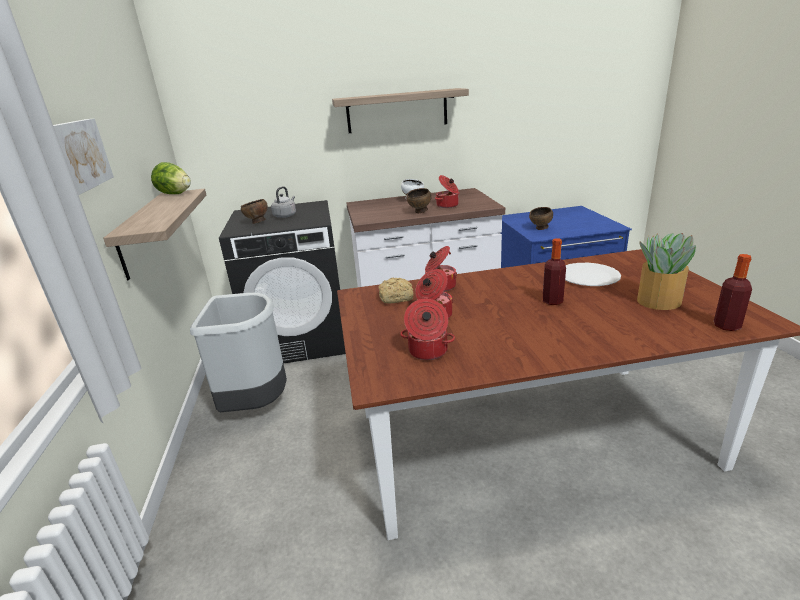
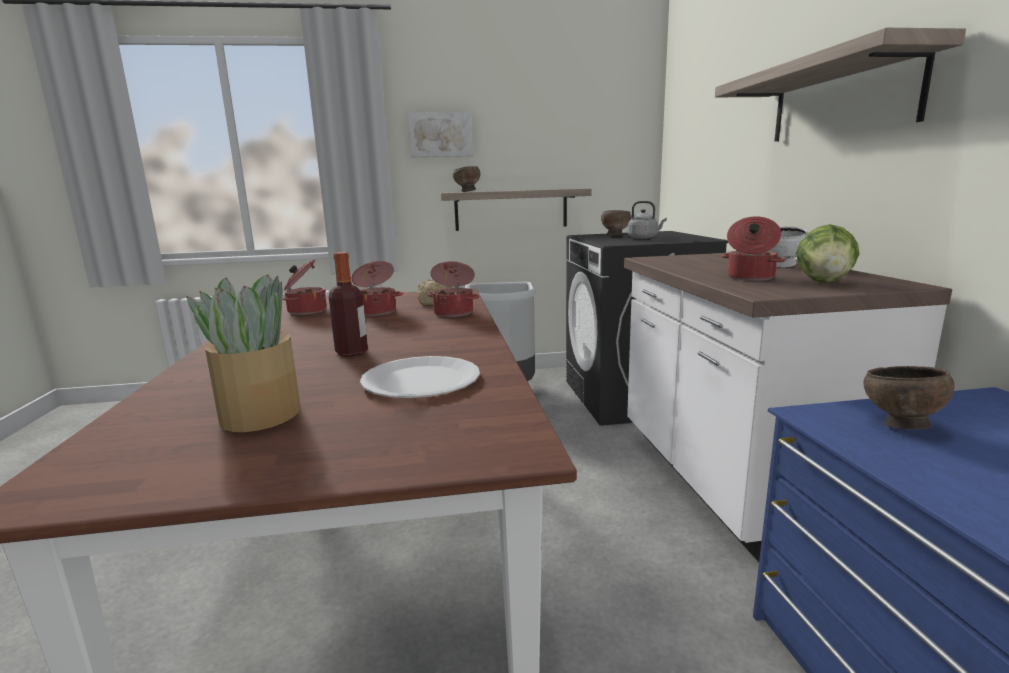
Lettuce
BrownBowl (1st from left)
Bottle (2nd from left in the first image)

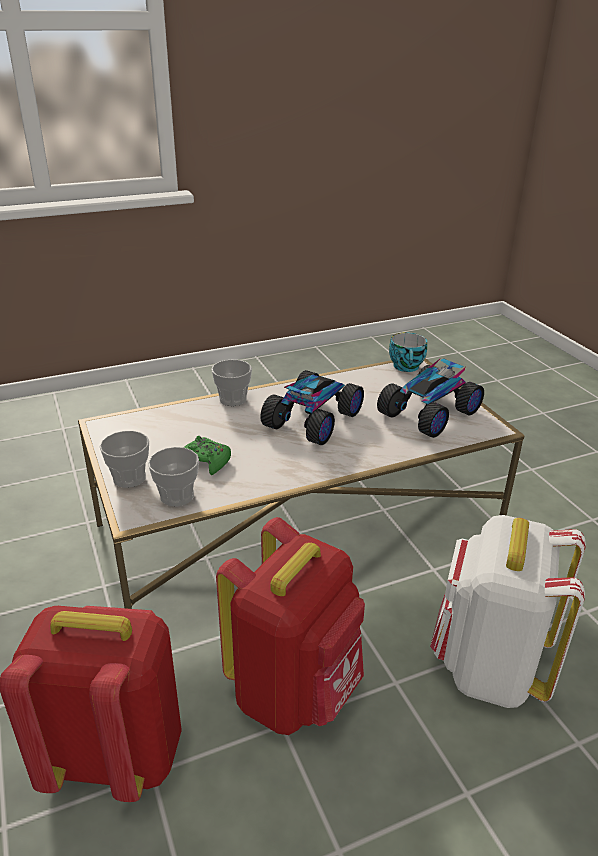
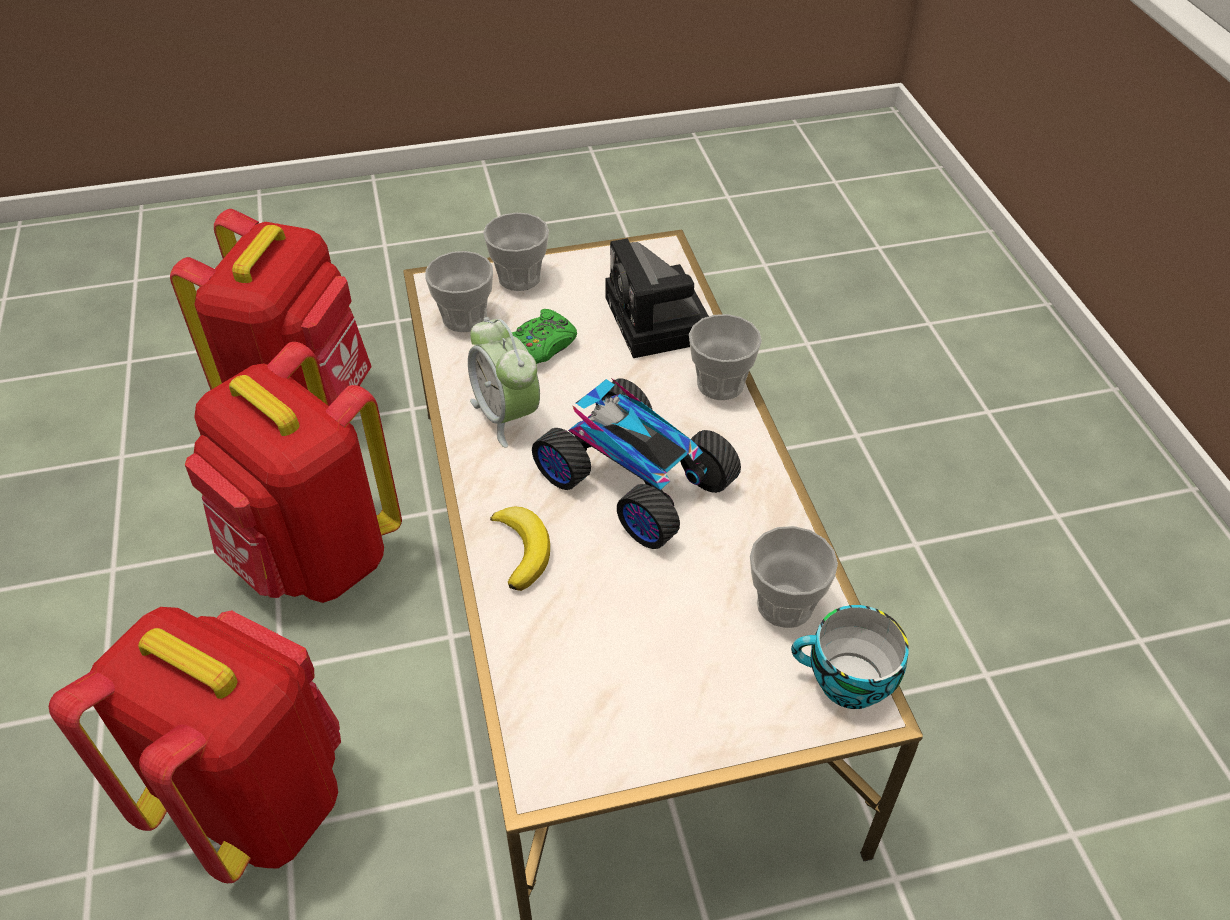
ToyCar (2nd from left in the first image)
RedBackpack (1st from left)
PhotoCamera
AlarmClock
Banana
Cup (4th from left)

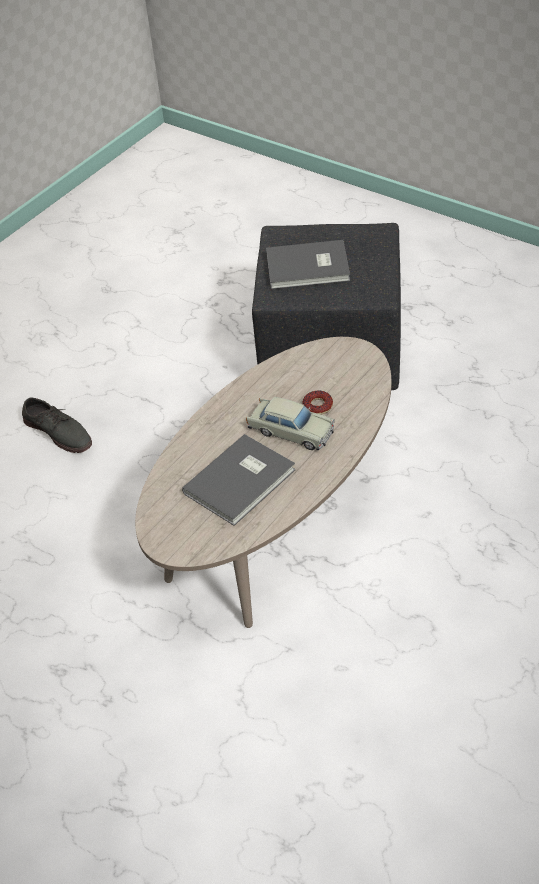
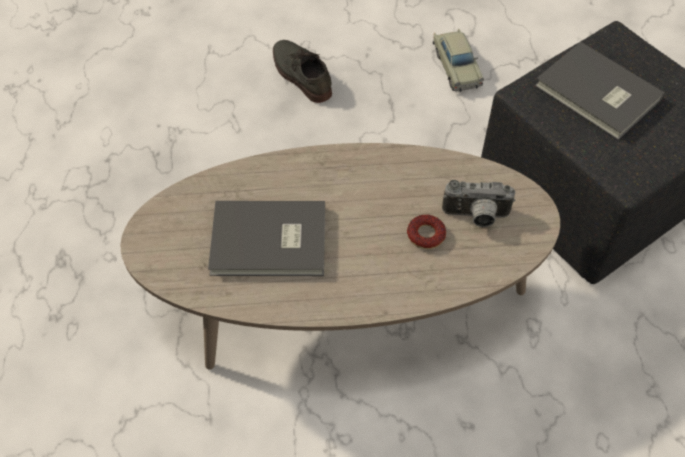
GreyShoe
BeigeToyCar
PhotoCamera

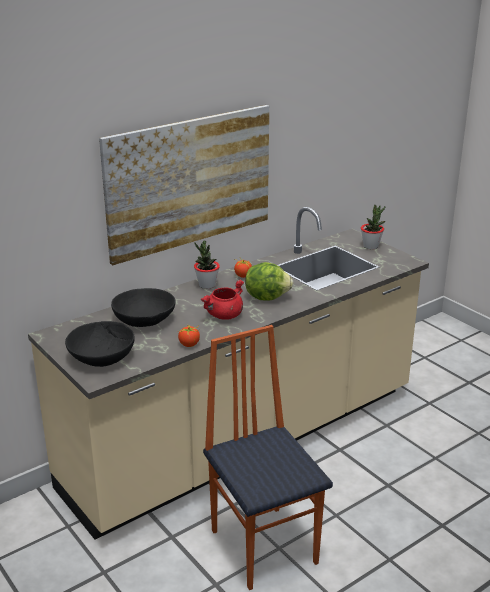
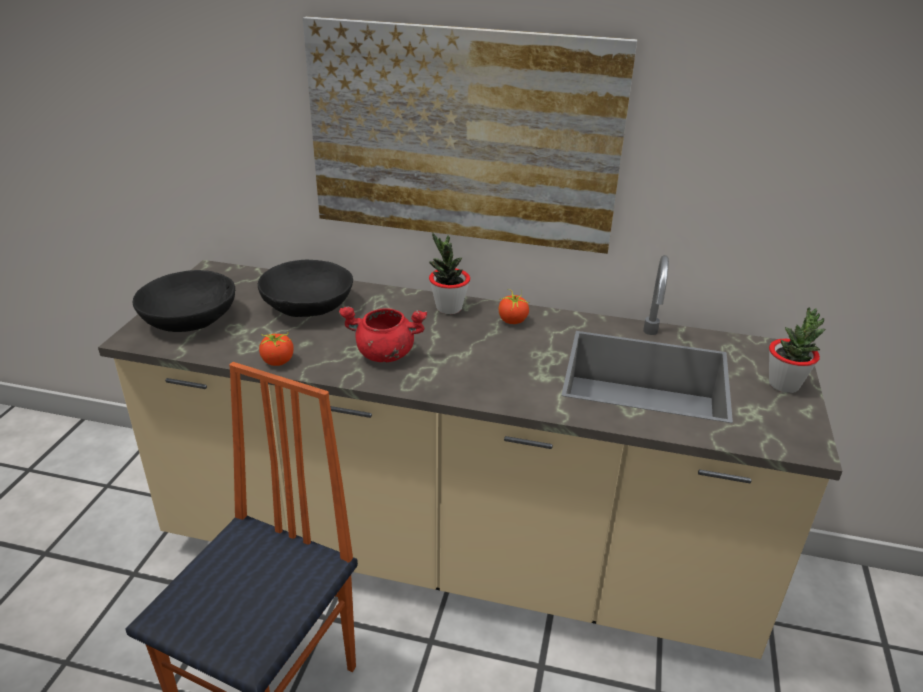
Lettuce

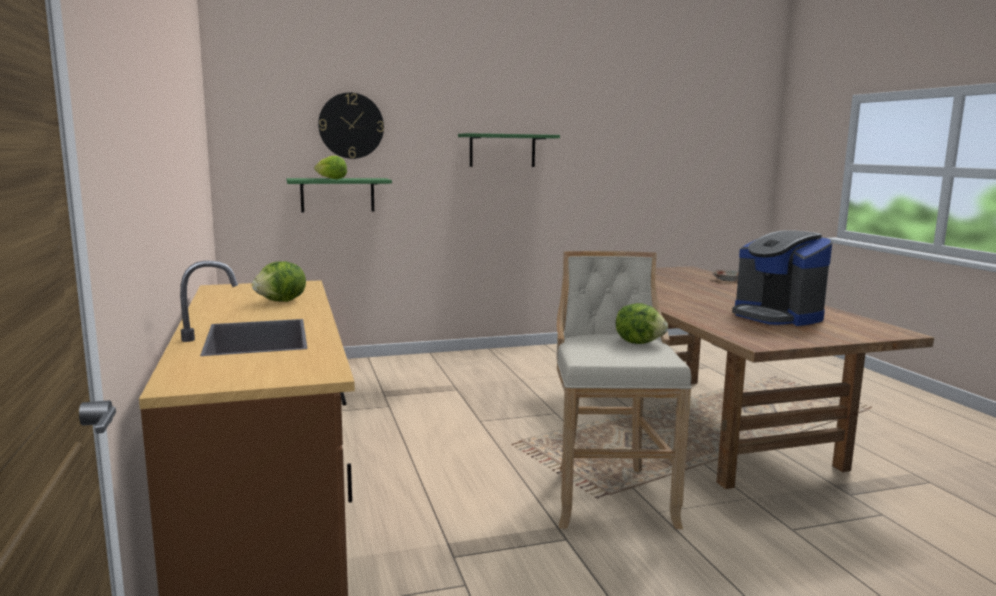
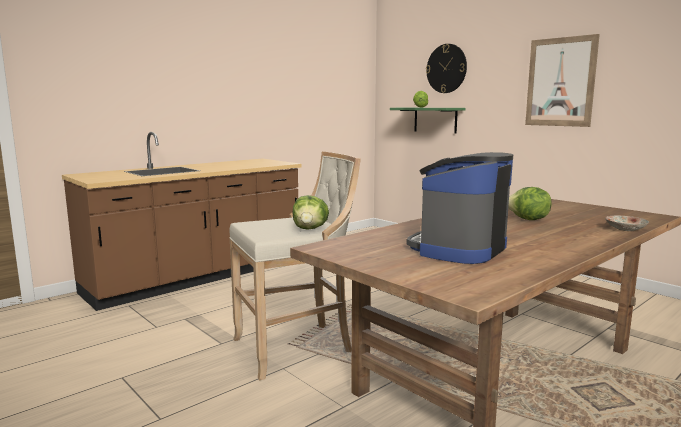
Picture
Lettuce (3rd from left)

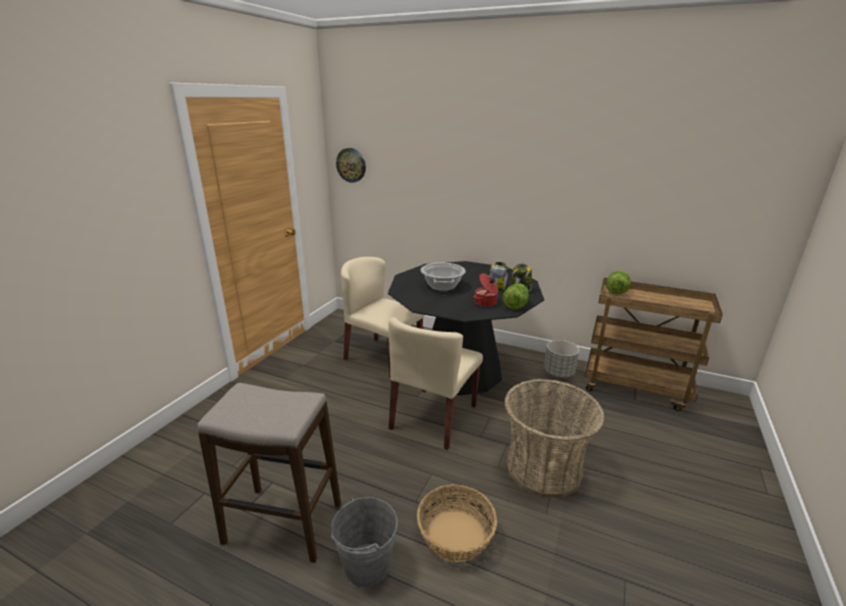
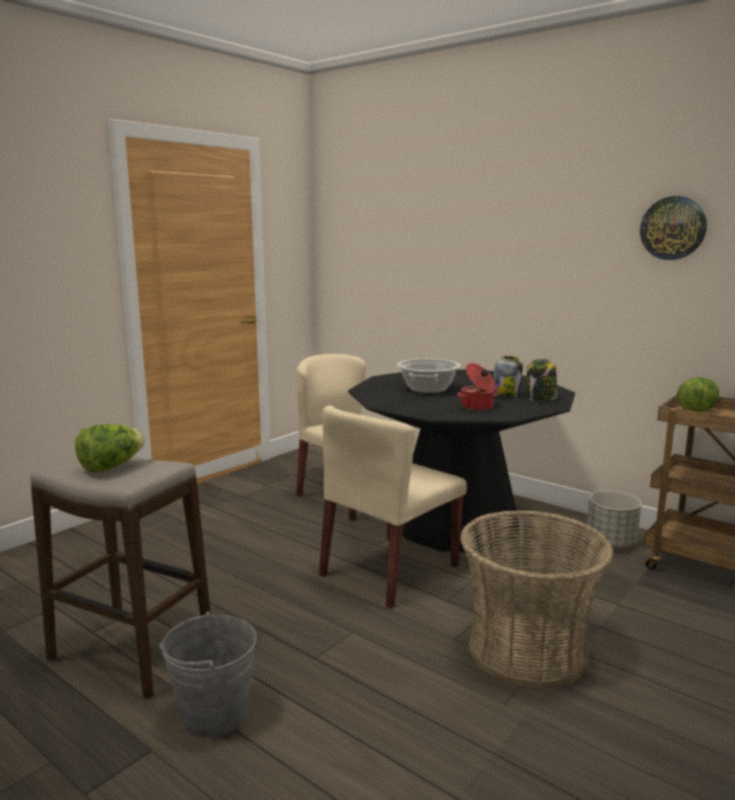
WallClock
Lettuce (1st from left)
Basket (1st from left in the first image)

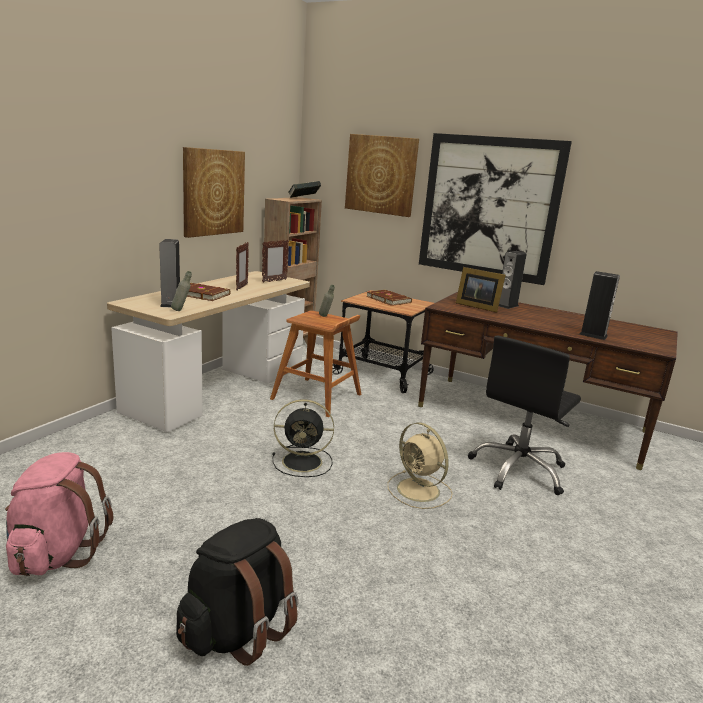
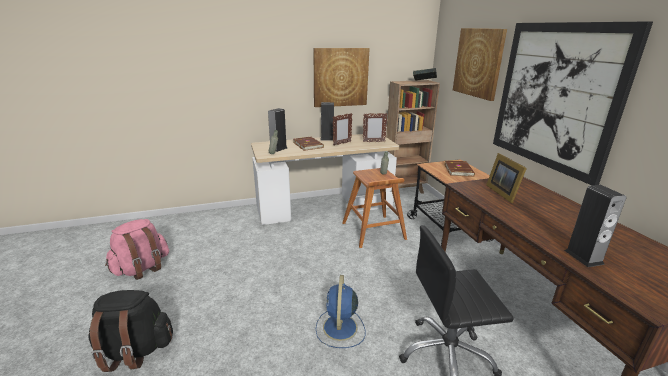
Speaker (2nd from left)
BlackFan
BlueFan

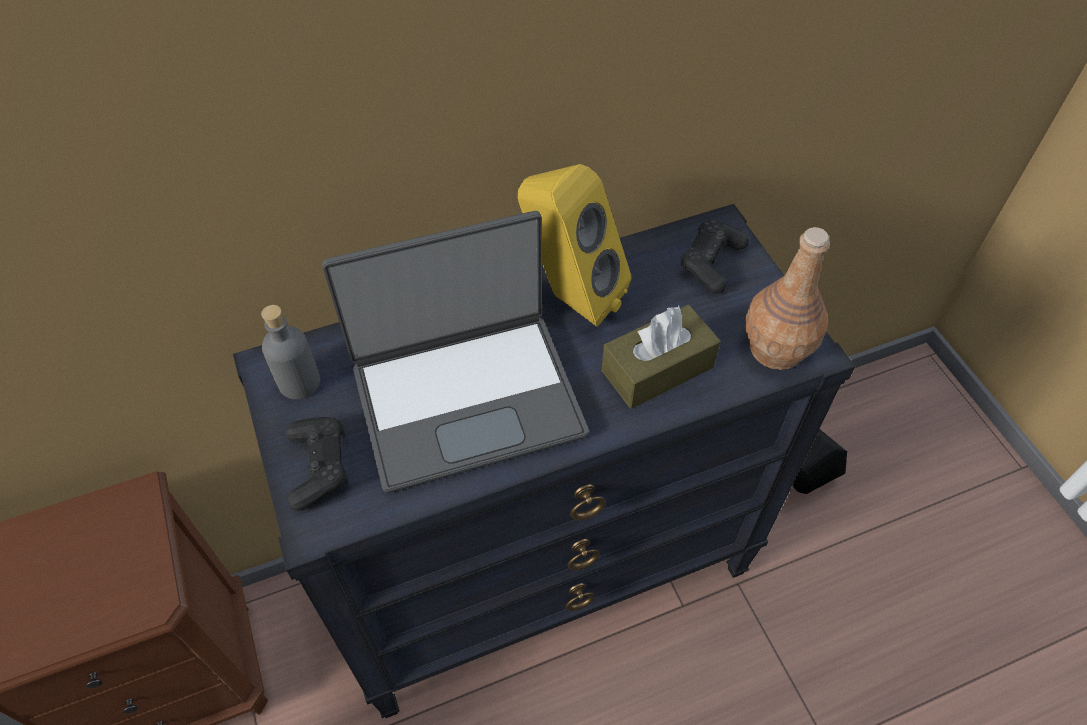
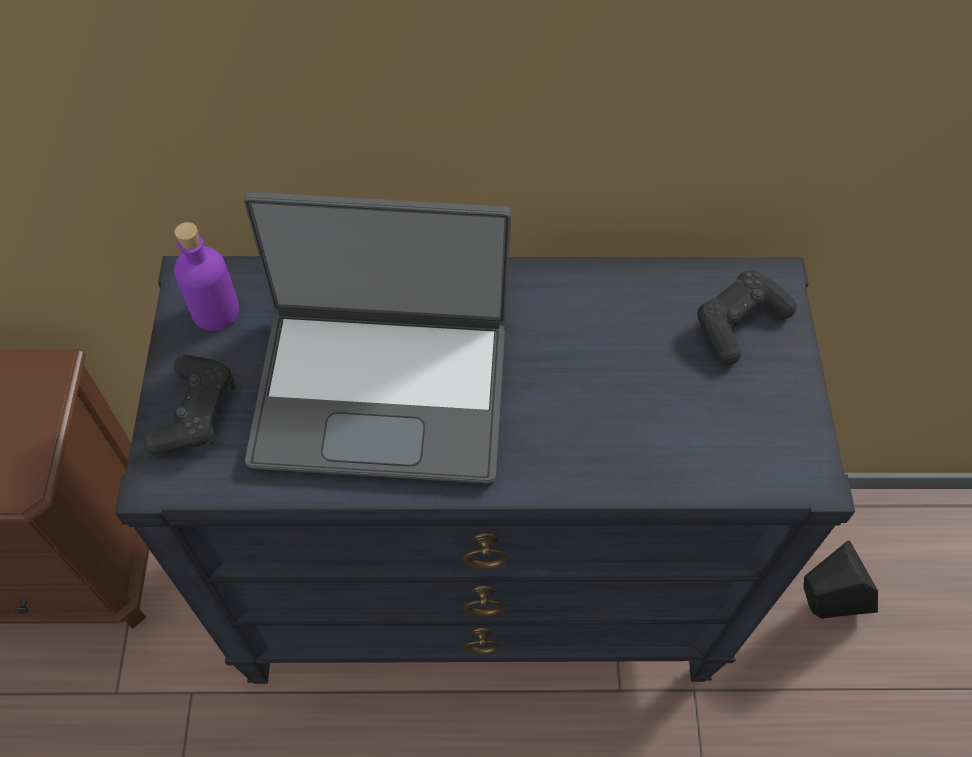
YellowSpeaker
BrownBottle
PurpleBottle
BrownTissueBox

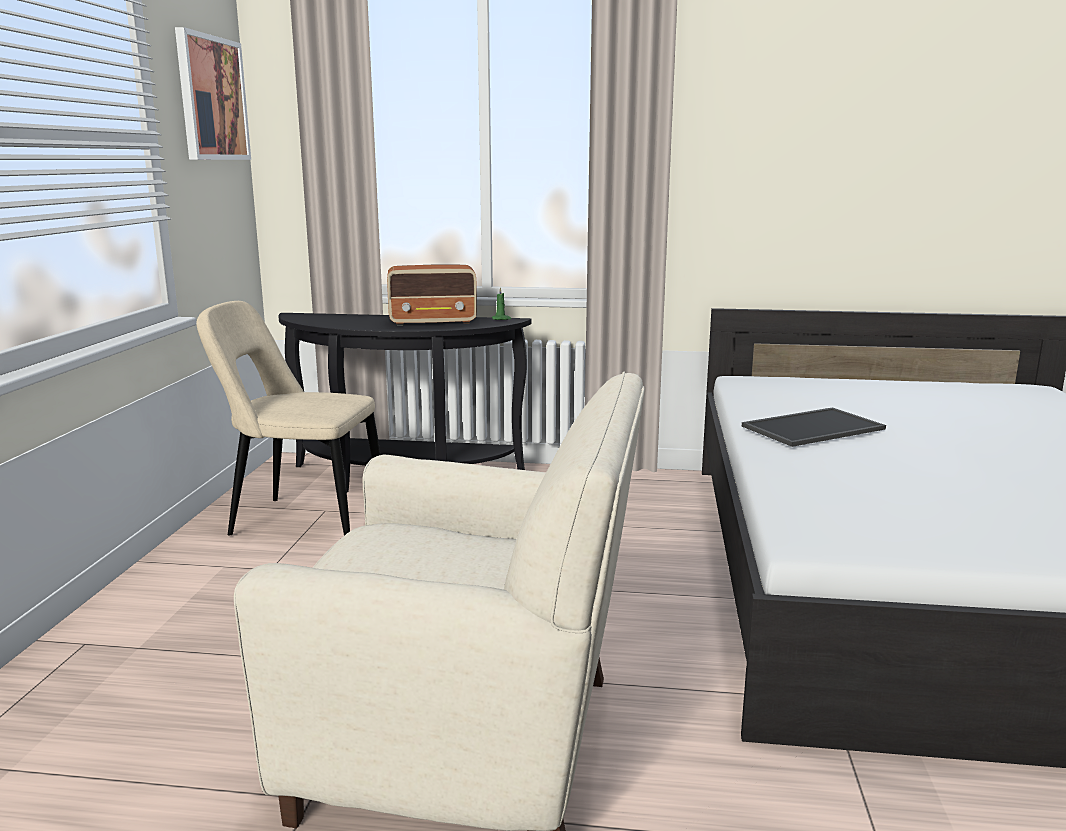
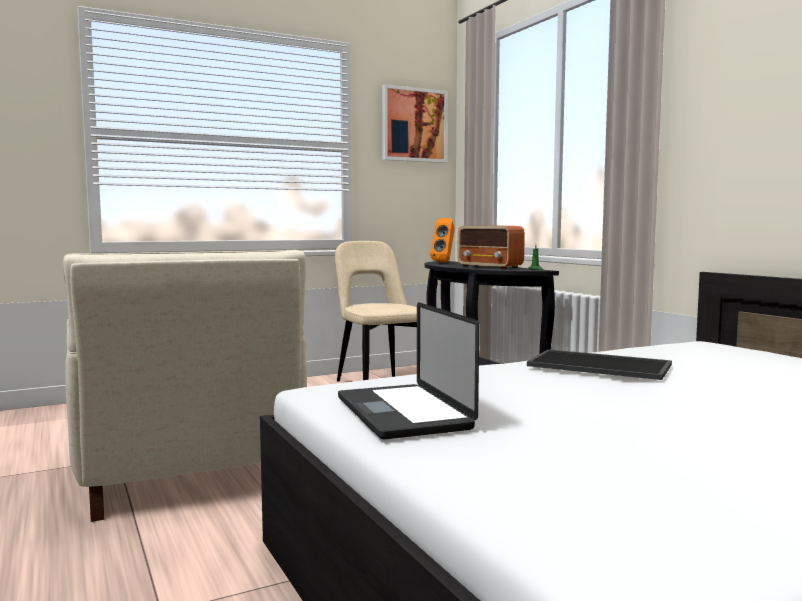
OrangeSpeaker
Laptop

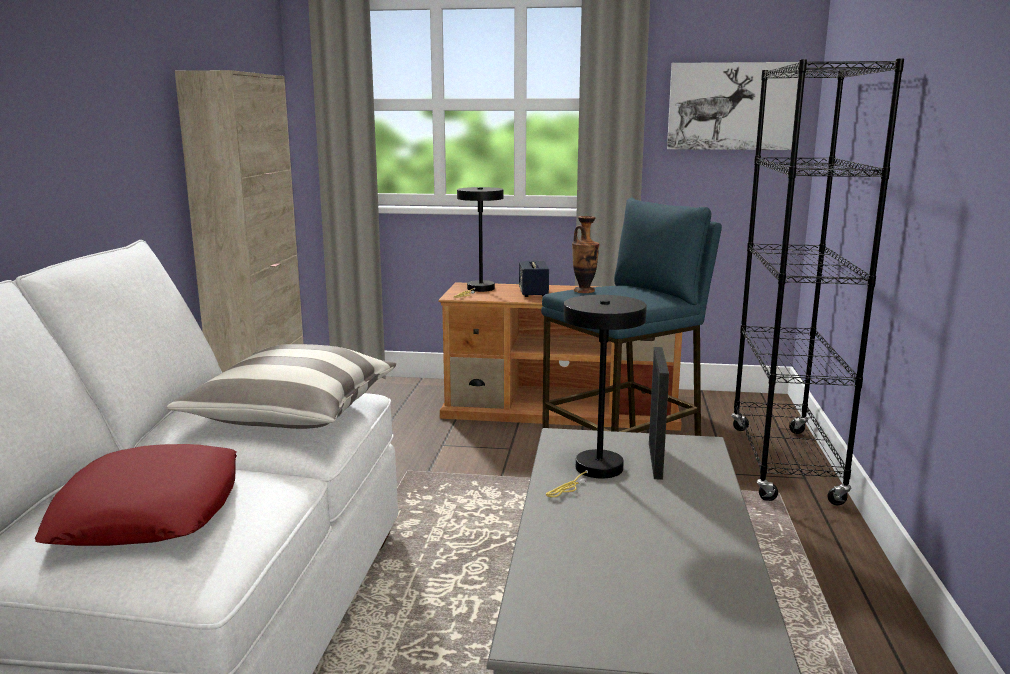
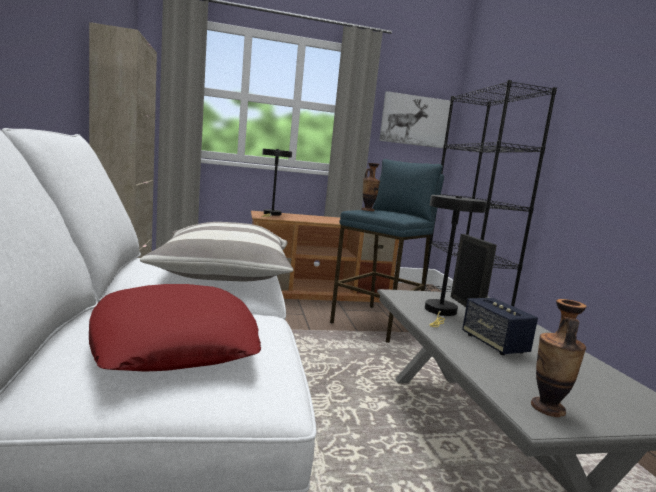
Speaker
Vase (2nd from left)

